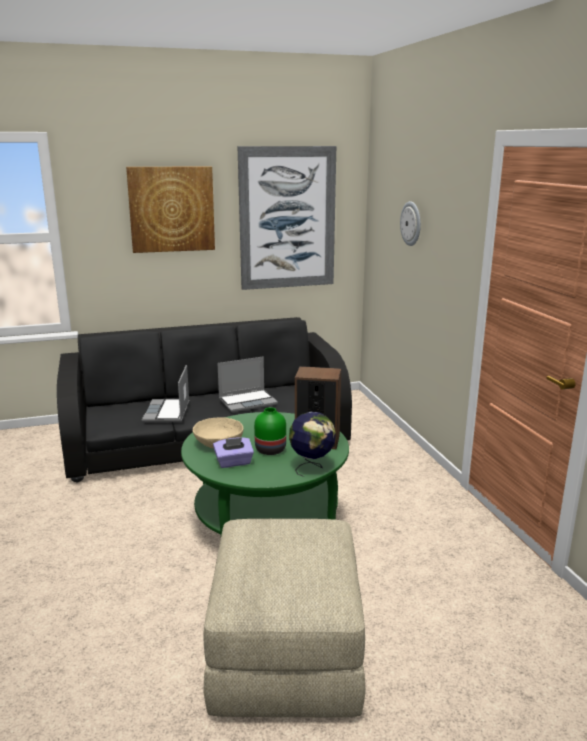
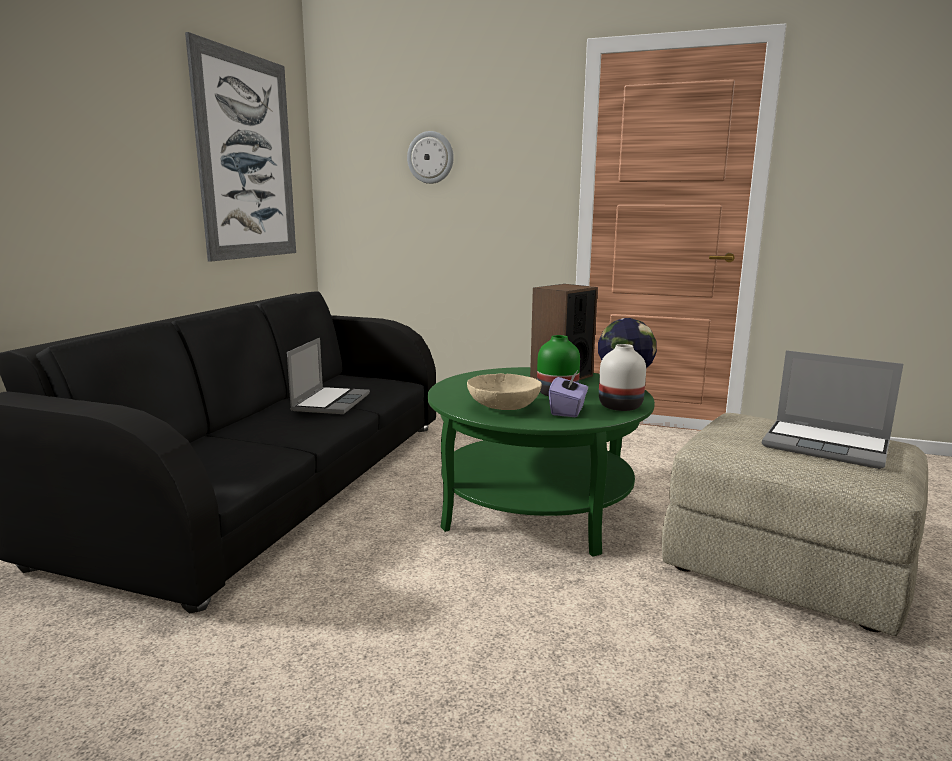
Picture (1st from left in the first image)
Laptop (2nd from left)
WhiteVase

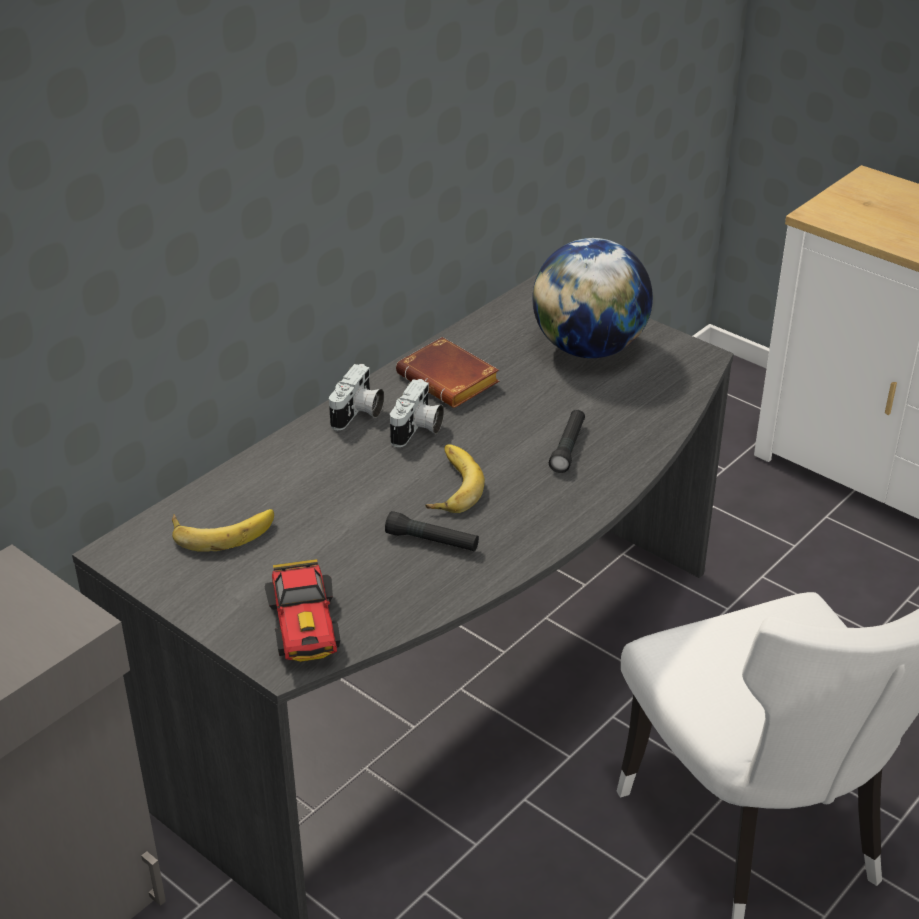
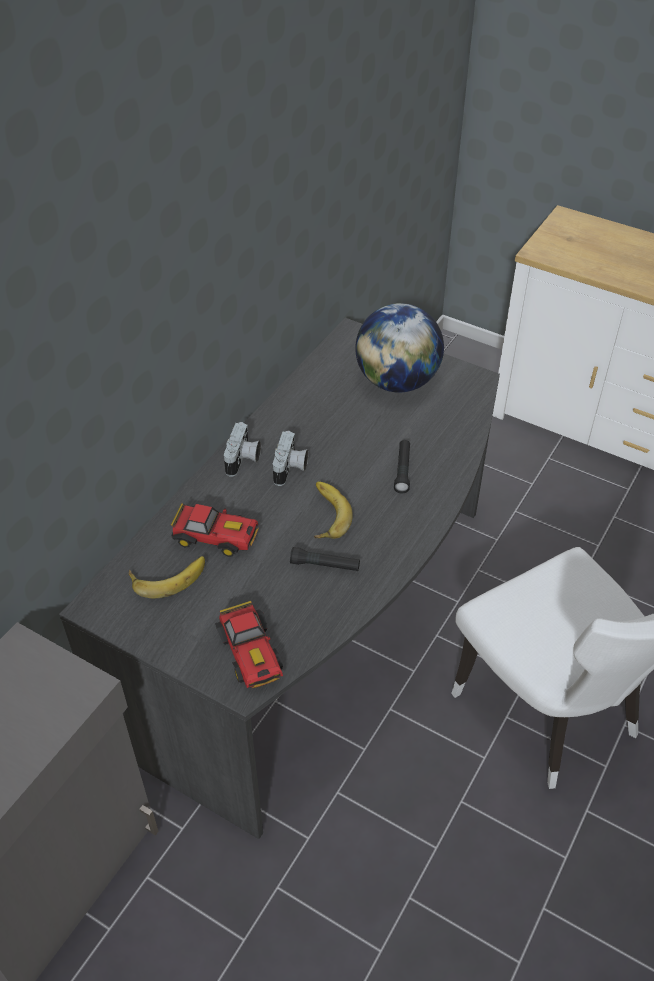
BrownBook
ToyCar (1st from left)

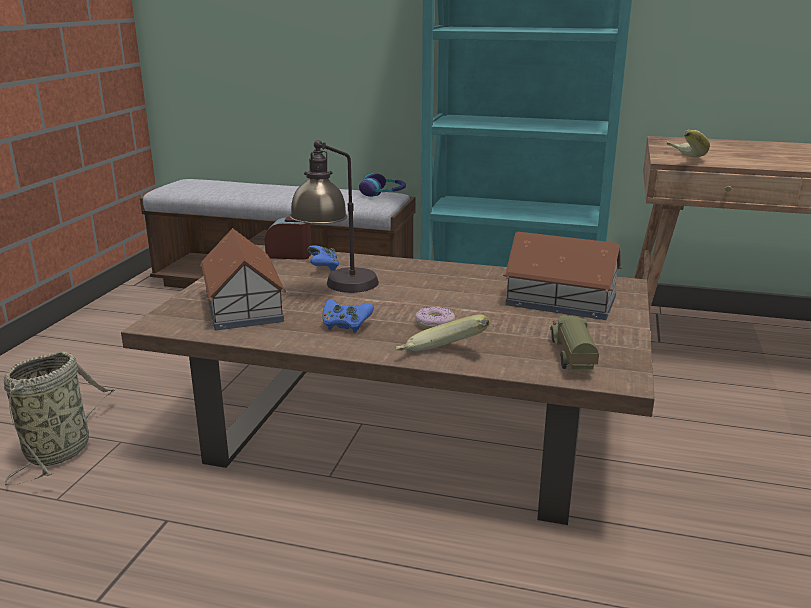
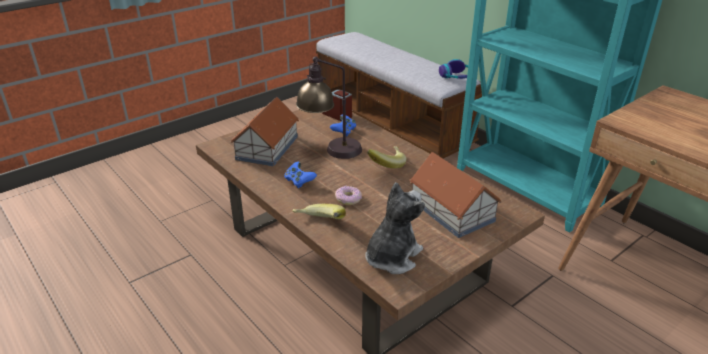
Banana (2nd from left)
PlushToy
Basket

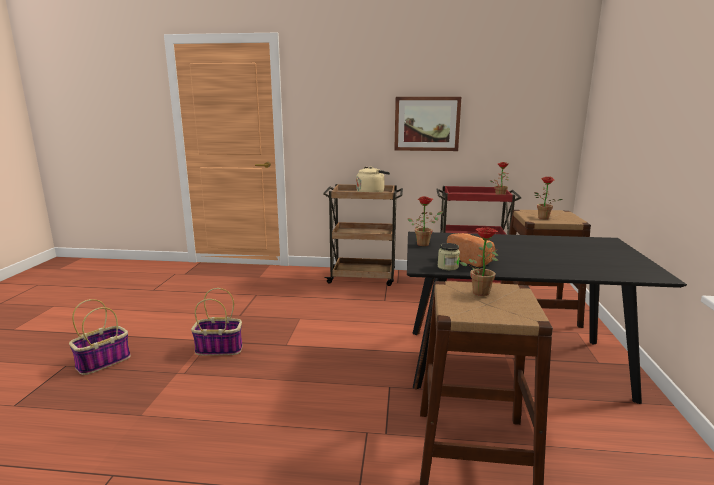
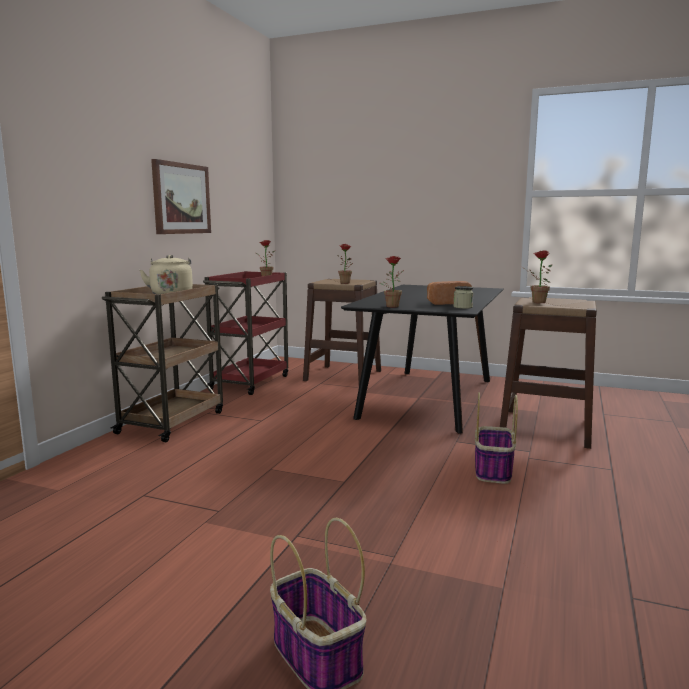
Basket (2nd from left)

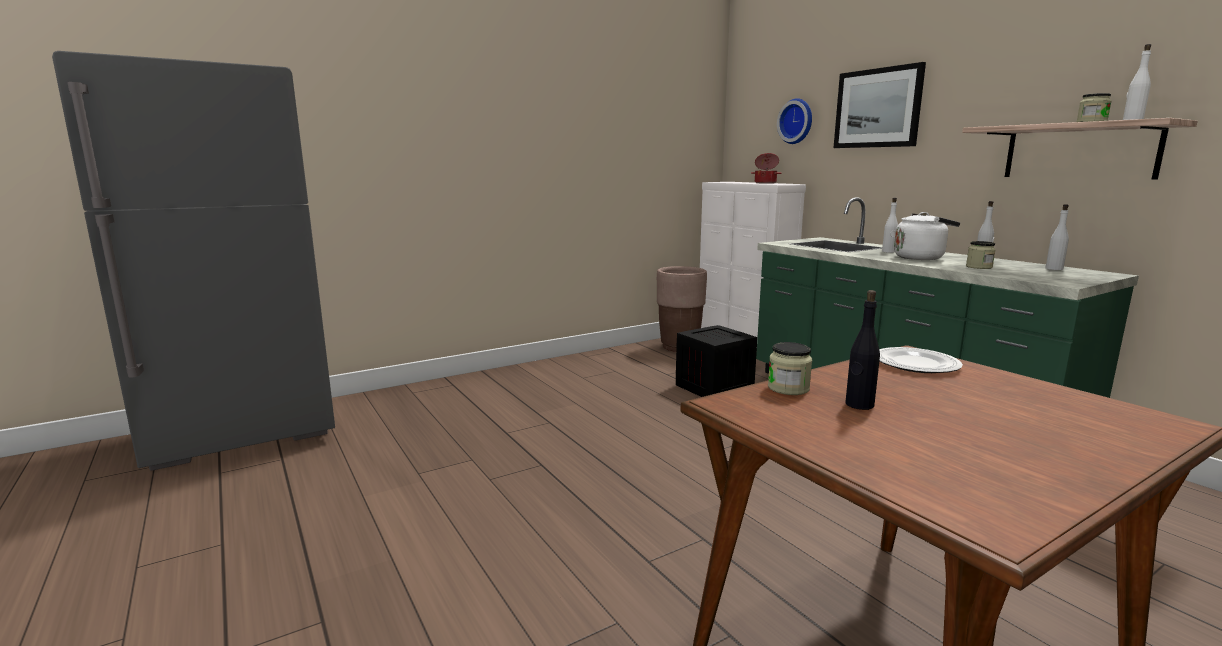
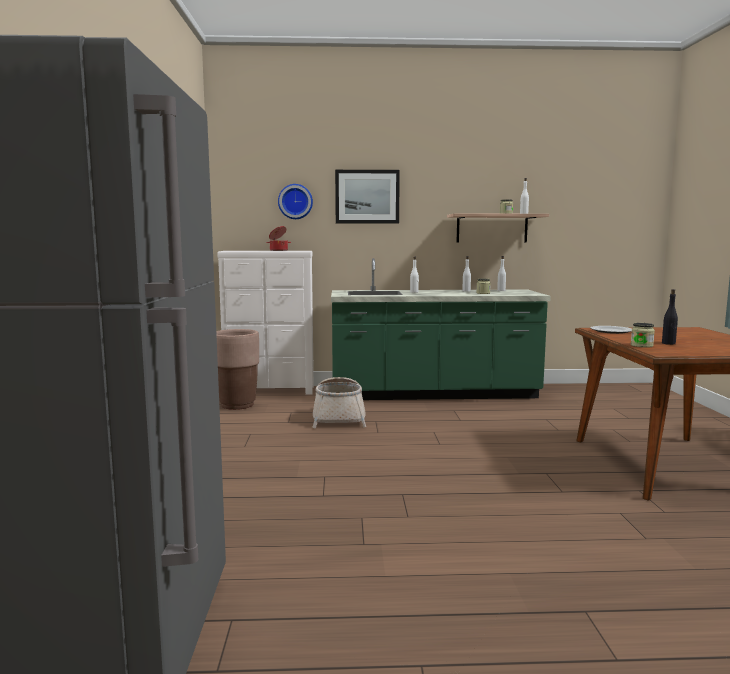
WhiteKettle
Basket

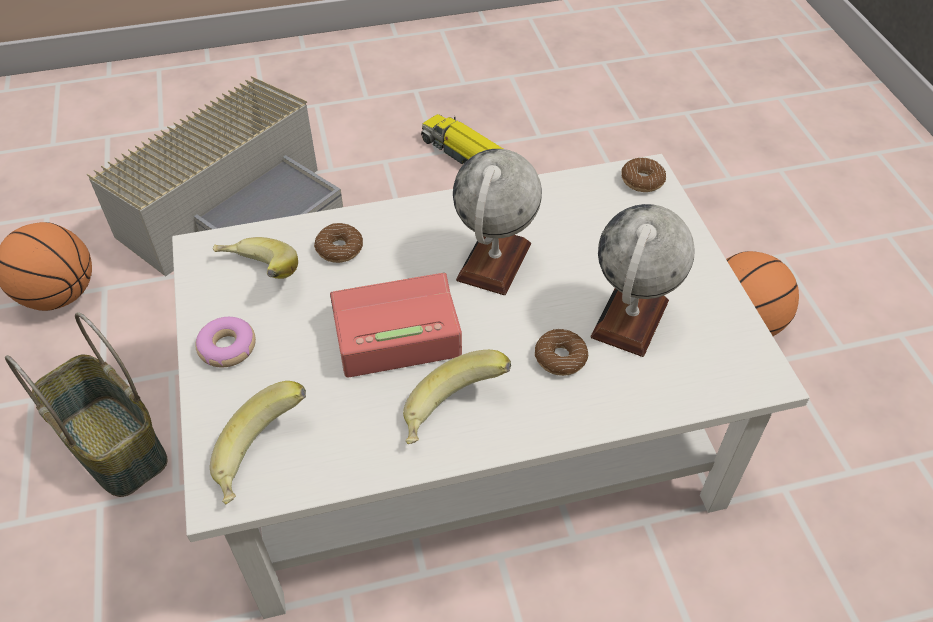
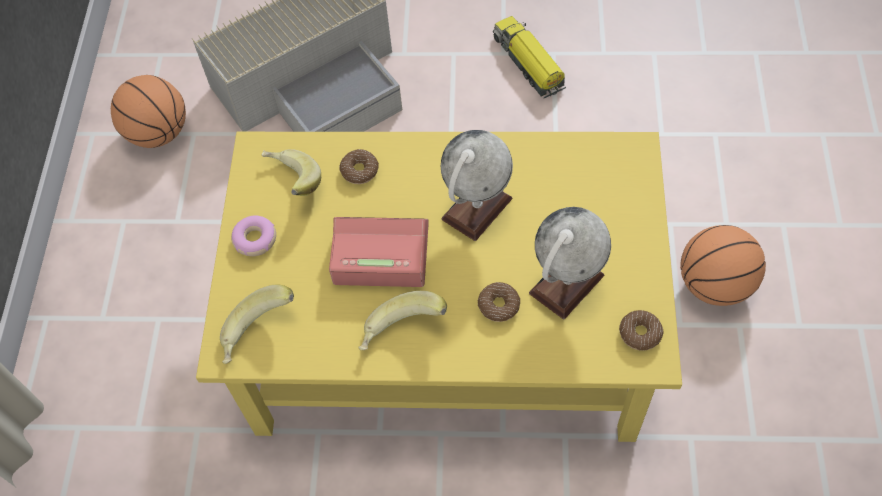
YellowCoffeeTable
Donut (4th from left)
Basket

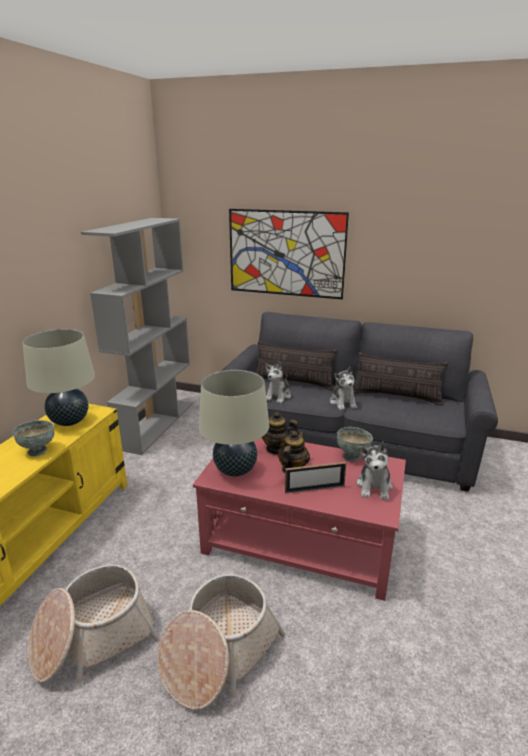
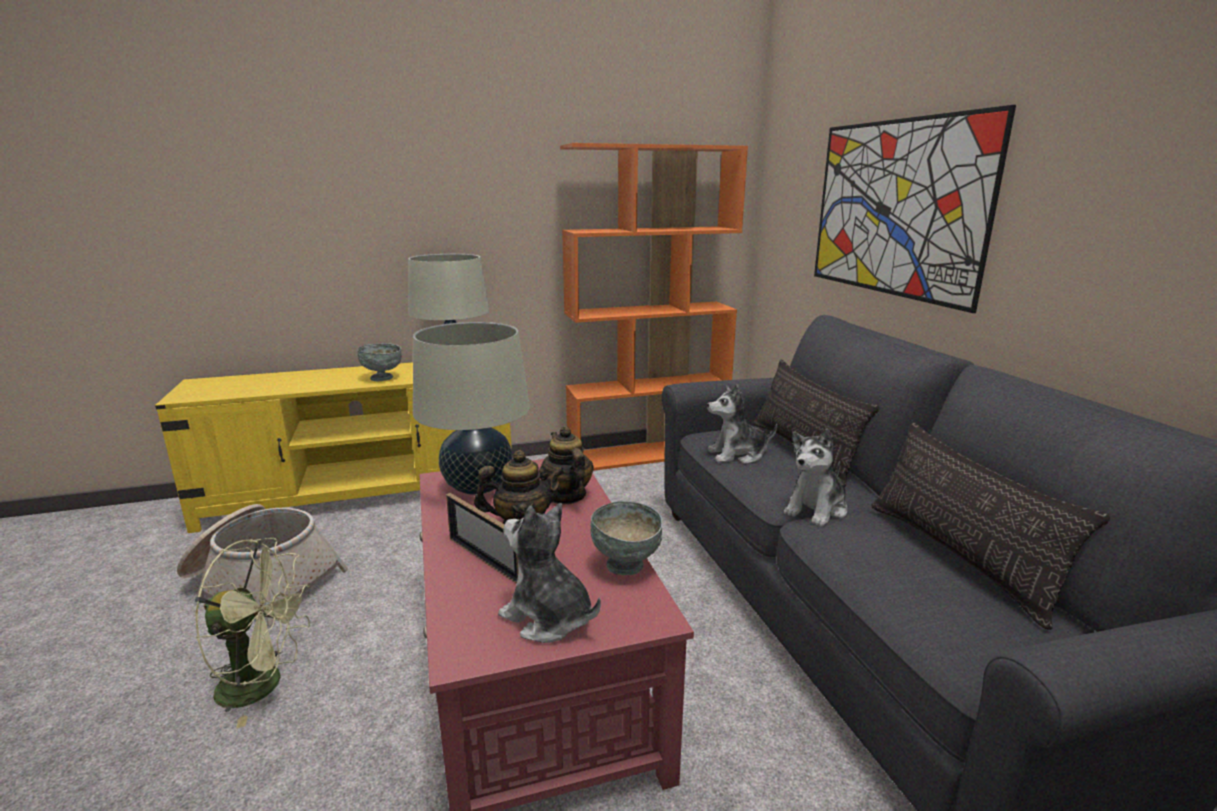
OrangeBookcase
PlushToy (1st from left)
GreenFan

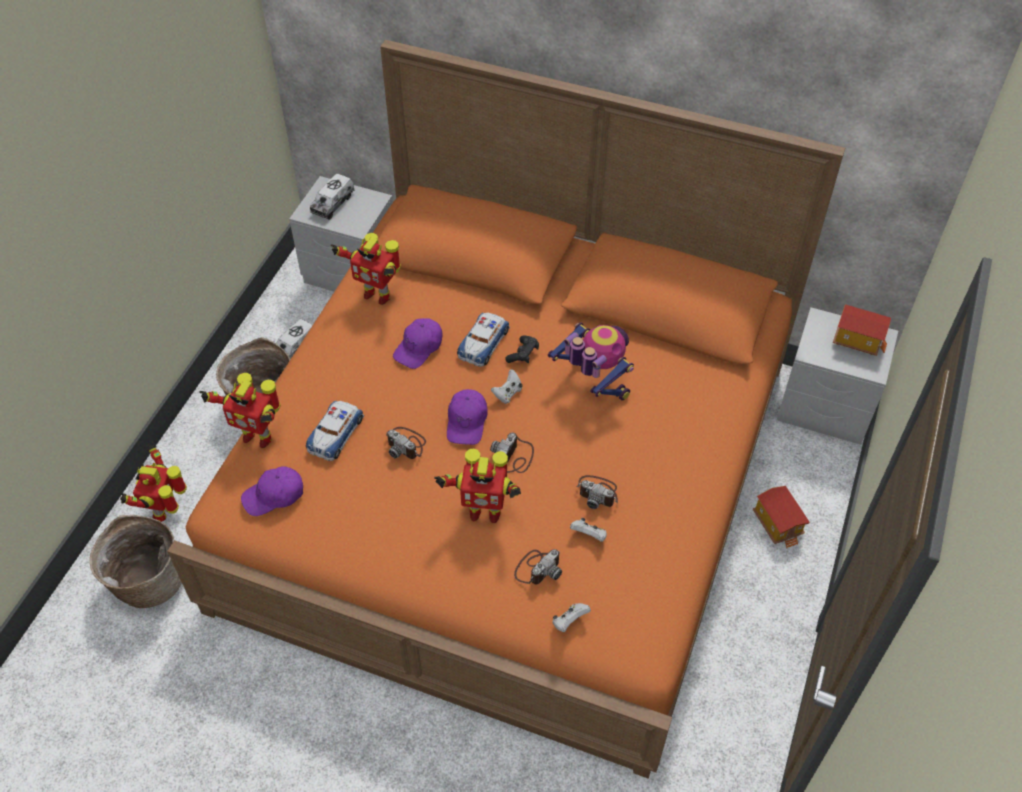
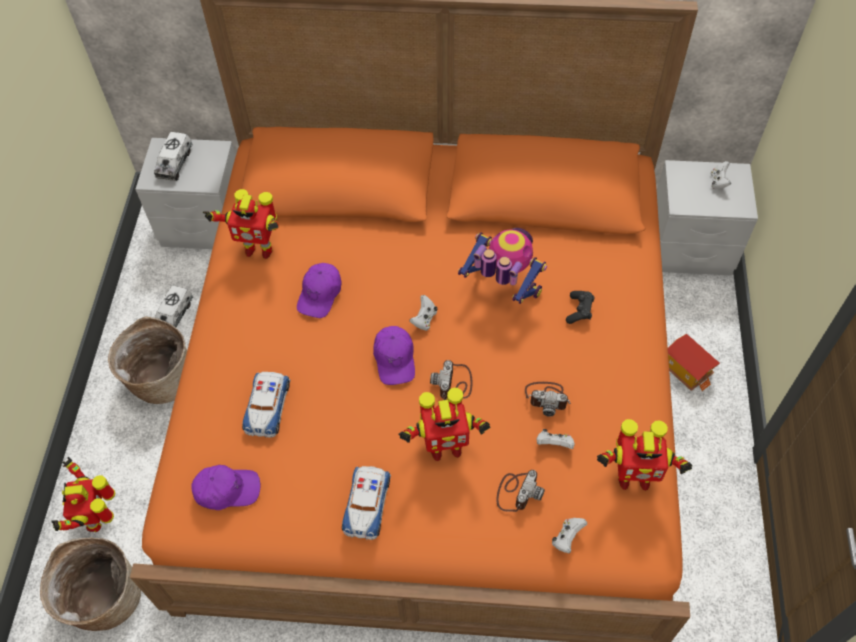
WhiteGameController (4th from left)
ToyCar (2nd from left)
BlackGameController
ToyRobot (5th from left)
PhotoCamera (1st from left in the first image)
PurpleCap (1st from left)

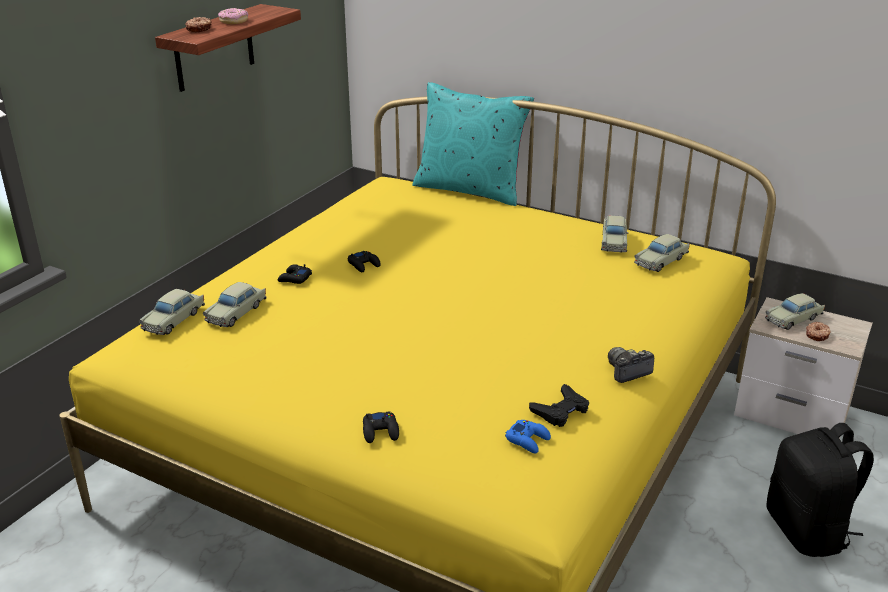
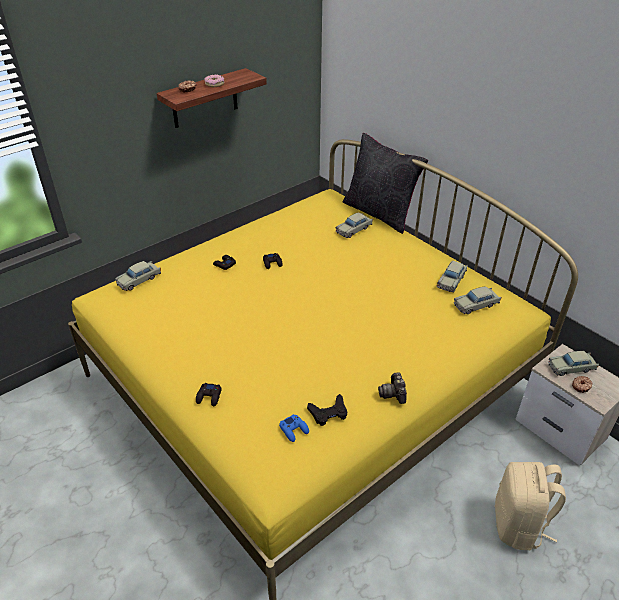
BlackPillow
BeigeToyCar (2nd from left)
PhotoCamera
BeigeBackpack

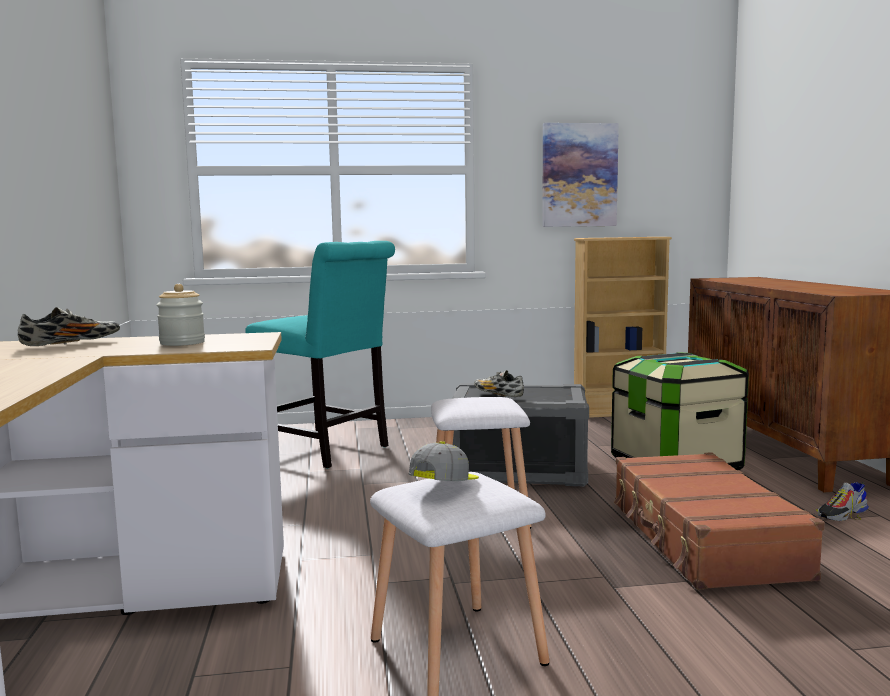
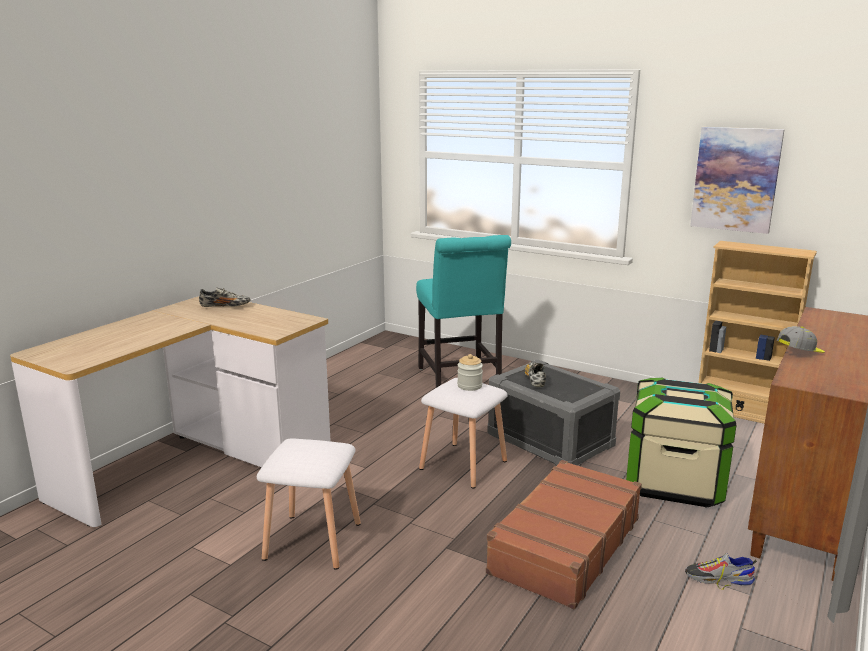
Jar
Cap

